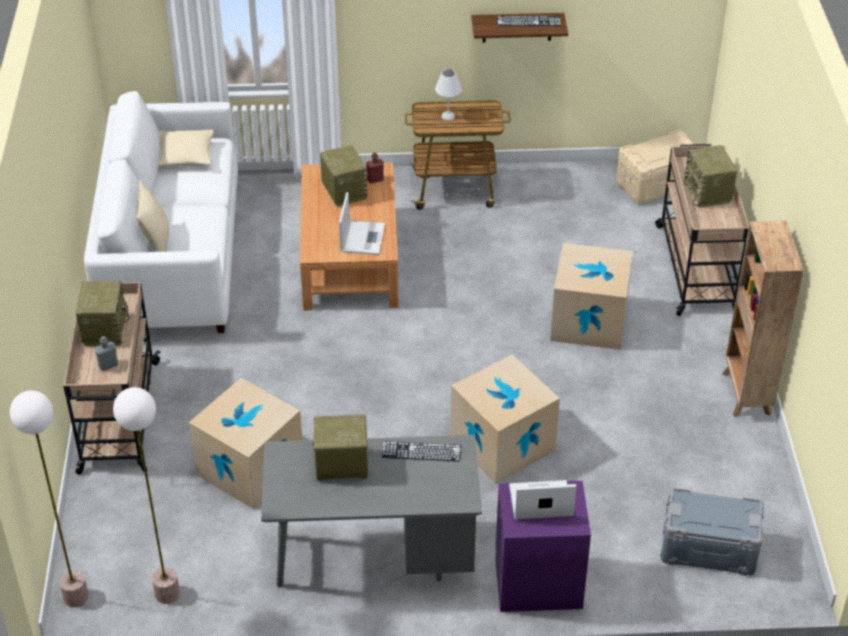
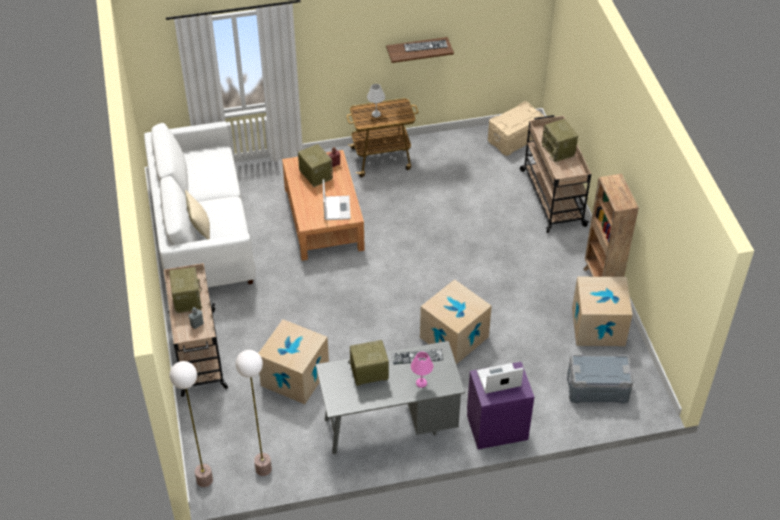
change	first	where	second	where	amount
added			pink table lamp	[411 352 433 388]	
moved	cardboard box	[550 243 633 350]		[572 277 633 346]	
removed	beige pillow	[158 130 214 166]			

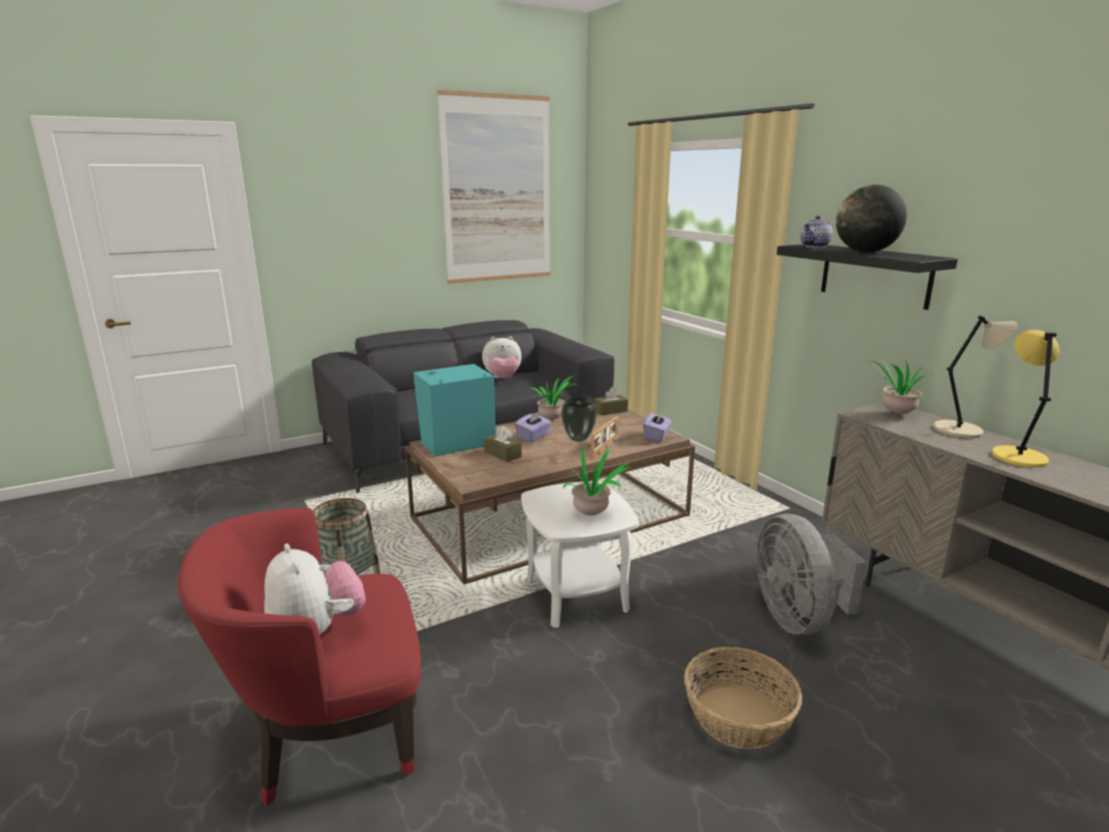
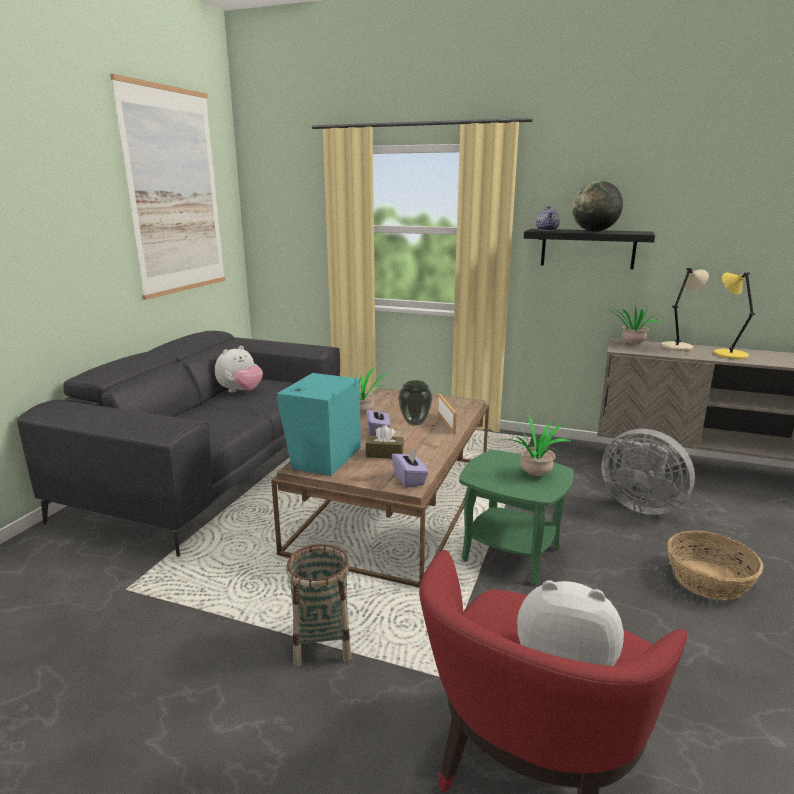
change	first	where	second	where	amount
moved	purple tissue box	[643 410 671 442]		[392 447 429 488]	
recoloured	white side table	[521 481 639 628]	green side table	[459 450 574 585]	
removed	brown tissue box	[594 387 628 415]			

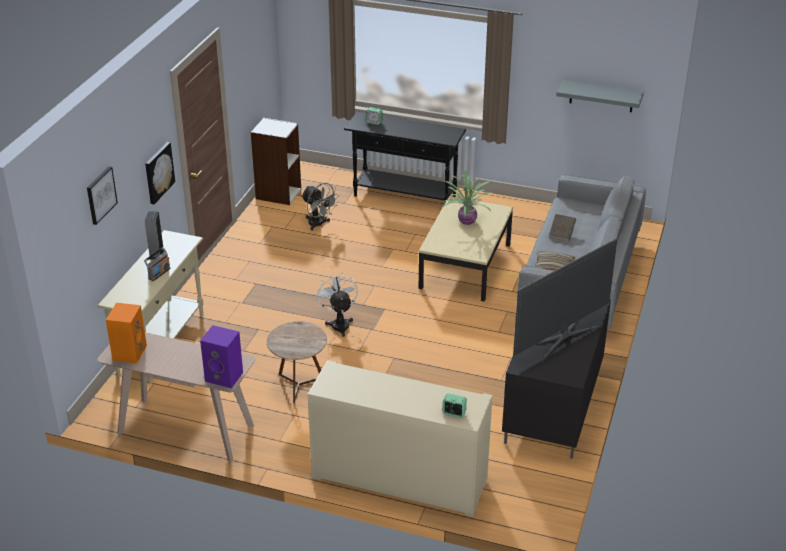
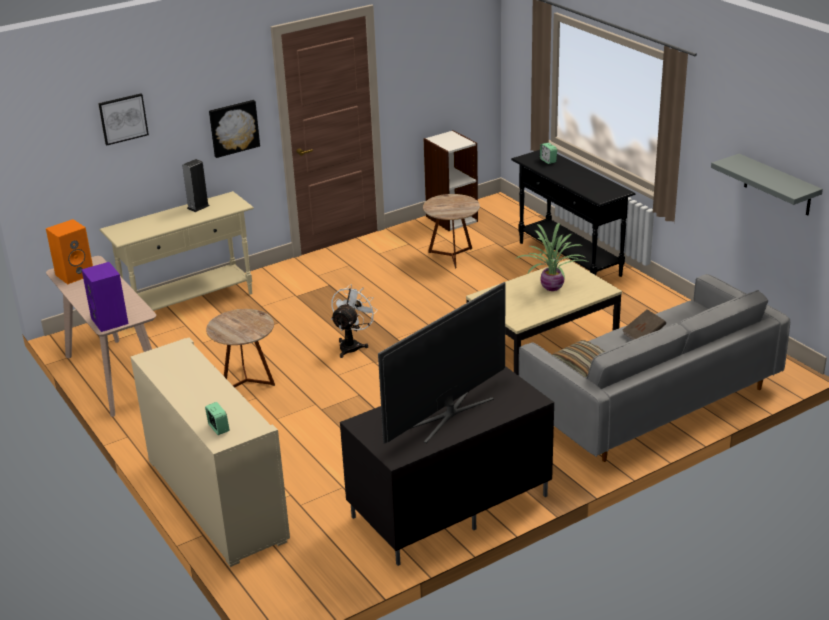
change	first	where	second	where	amount
turned	television	[513 238 618 358]		[378 282 505 444]	45 degrees counterclockwise
replaced	grey fan	[302 183 338 231]	brown side table	[423 194 480 268]	
removed	radio	[144 247 170 281]			

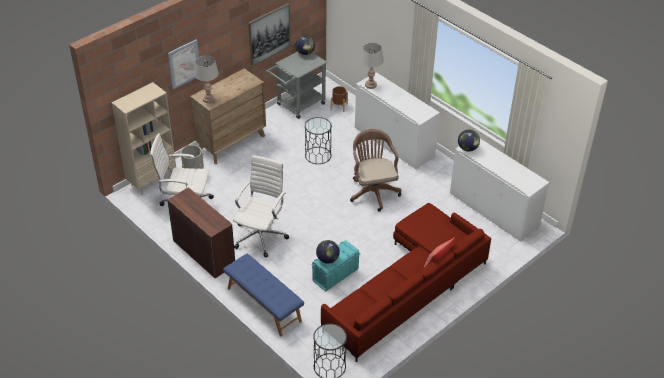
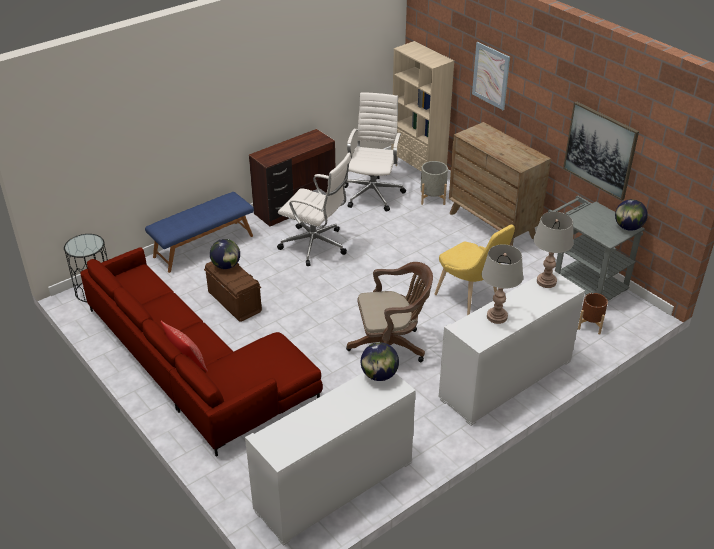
change	first	where	second	where	amount
recoloured	turquoise storage box	[311 240 360 291]	brown storage box	[204 261 262 322]	
replaced	black side table	[305 117 332 164]	yellow chair	[434 225 515 315]	
moved	grey table lamp	[194 55 219 103]		[482 244 523 324]	

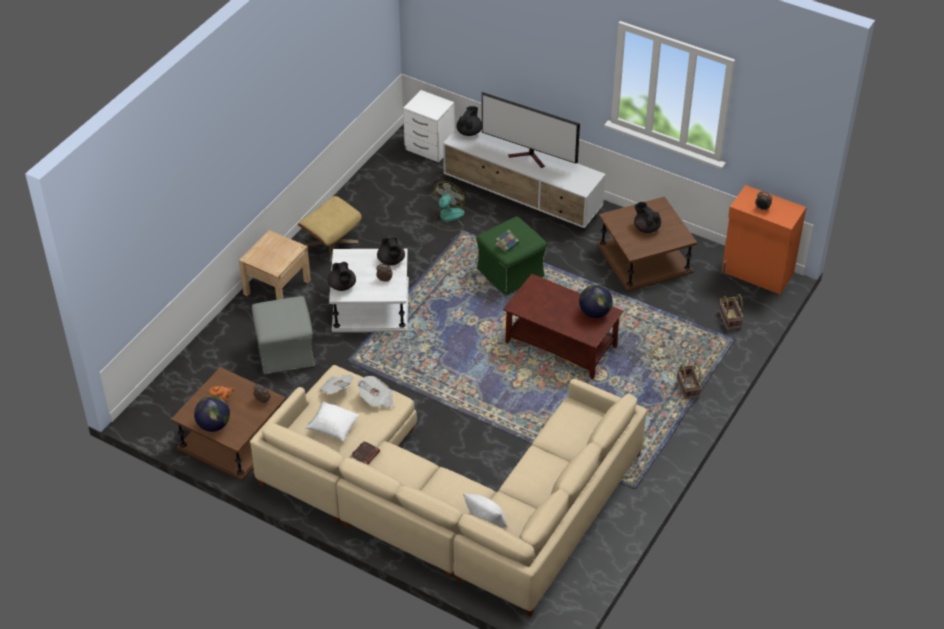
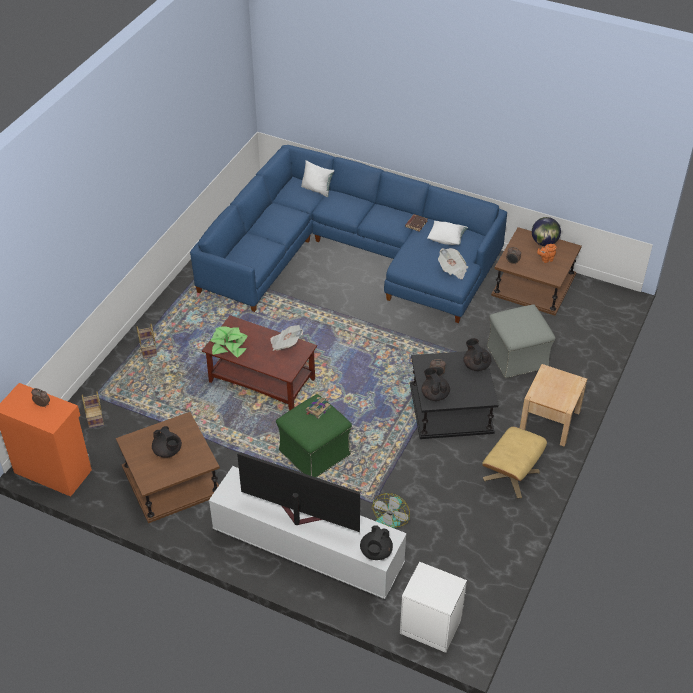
change	first	where	second	where	amount
recoloured	beige sofa	[250 365 647 617]	blue sofa	[190 145 507 323]	
replaced	globe	[579 285 613 318]	potted plant	[210 326 247 358]	
moved	newspaper	[357 376 394 408]		[270 325 303 351]	
recoloured	white side table	[329 249 409 332]	black side table	[410 351 498 439]	

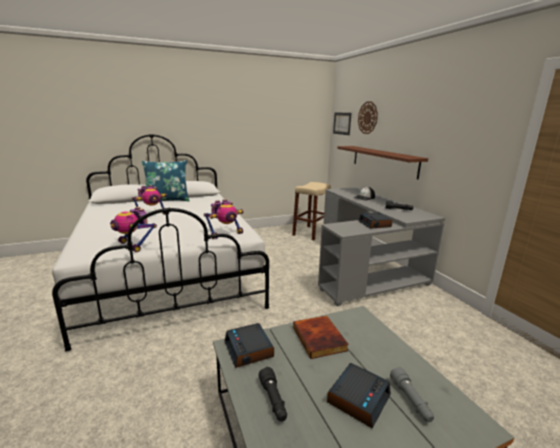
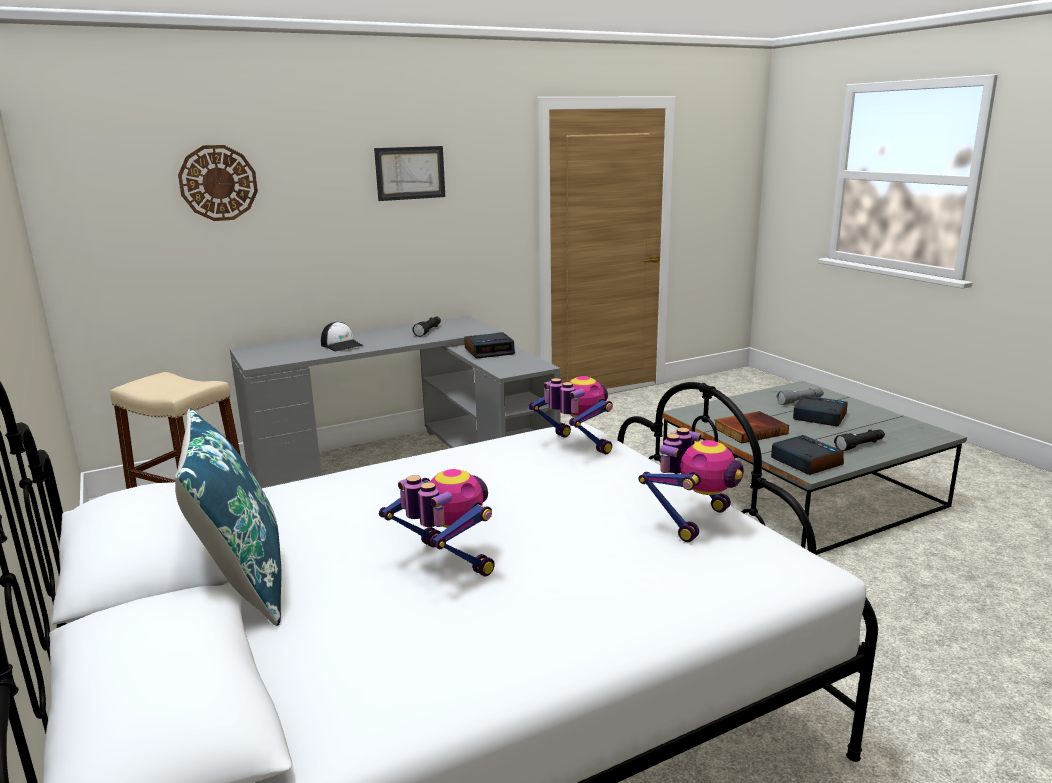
change	first	where	second	where	amount
moved	picture	[333 113 352 135]		[374 146 445 201]	
turned	alarm clock	[225 323 274 368]		[771 435 844 475]	90 degrees counterclockwise
removed	brown shelf	[337 146 428 180]			

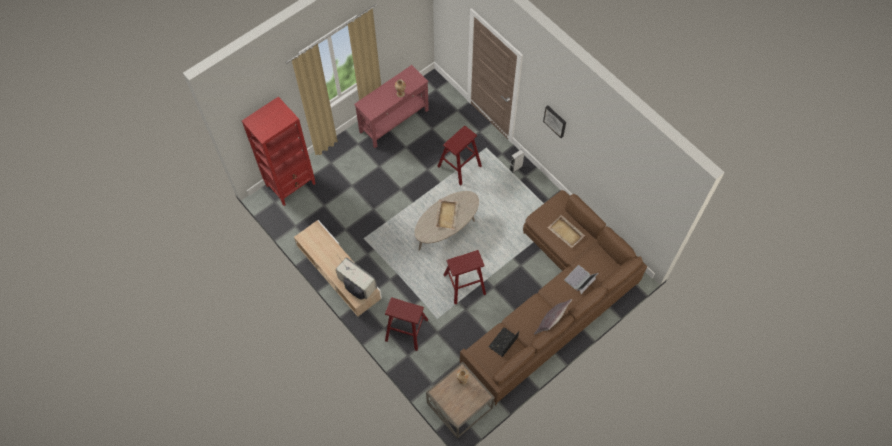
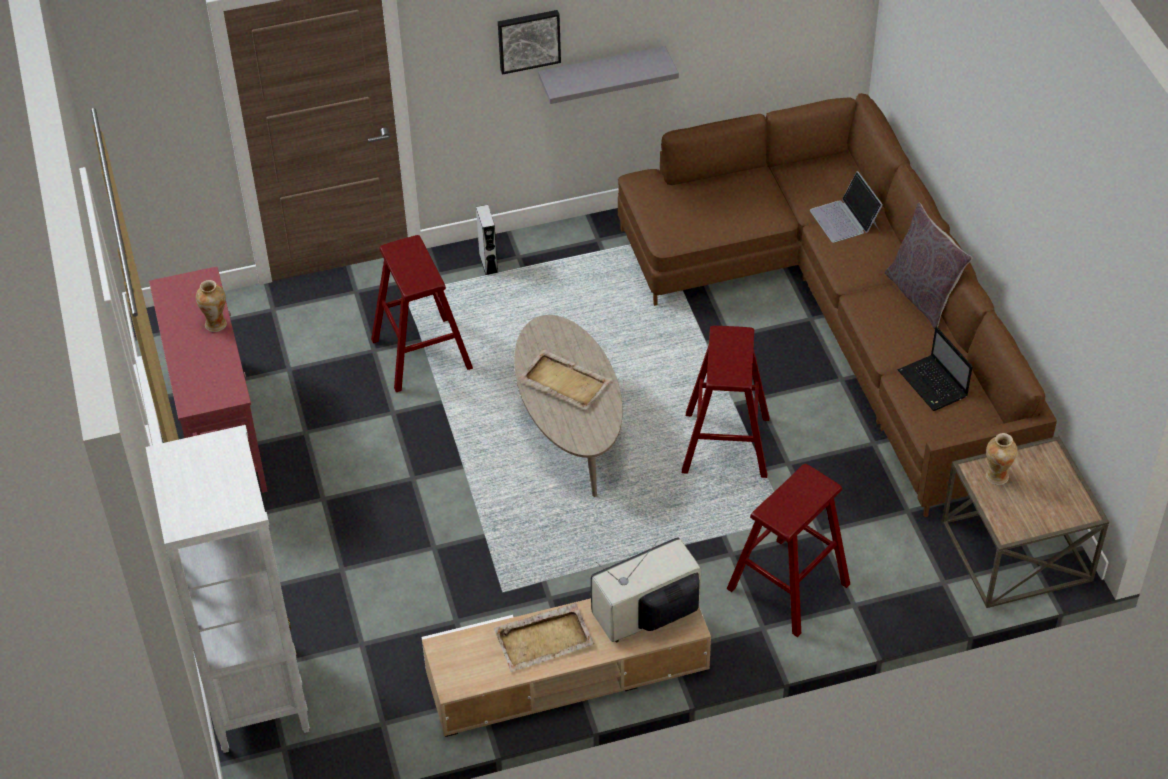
change	first	where	second	where	amount
recoloured	red bookcase	[242 97 315 206]	white bookcase	[146 425 310 753]	
moved	beige tray	[548 215 585 248]		[494 603 594 672]	
added			grey shelf	[538 46 679 104]	

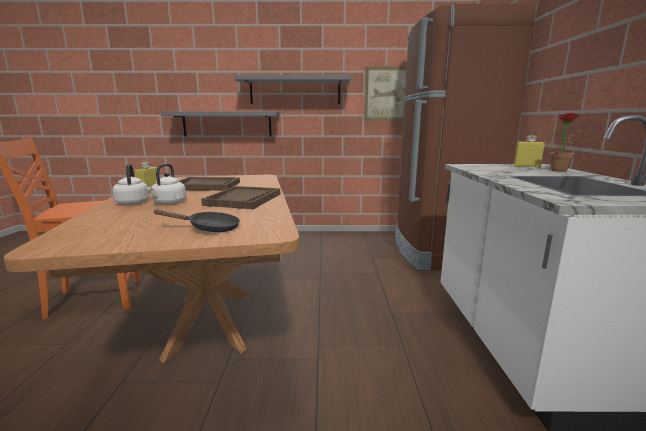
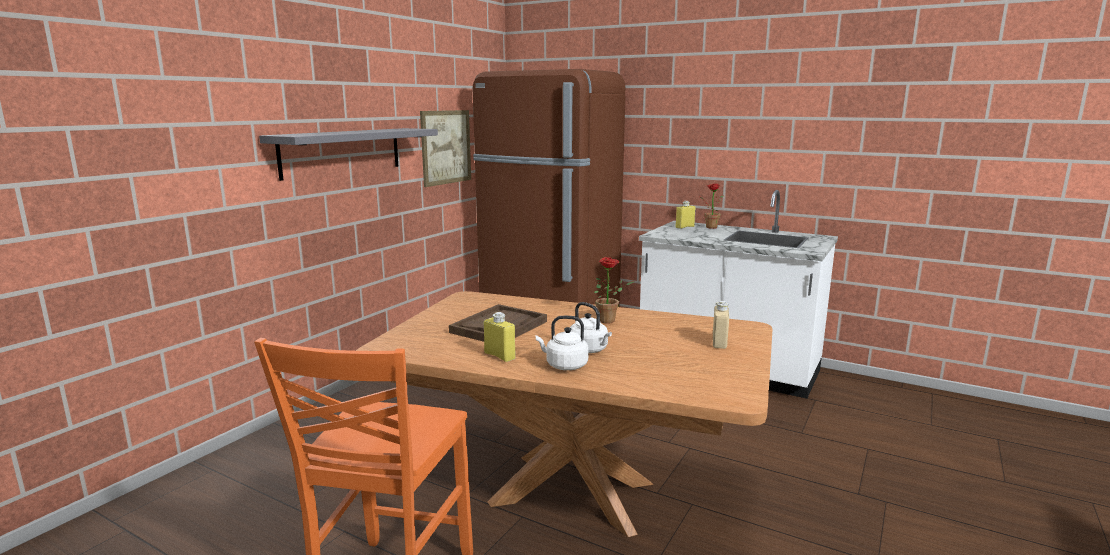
change	first	where	second	where	amount
replaced	brown tray	[201 186 280 209]	potted plant	[594 257 635 324]	
replaced	black frying pan	[153 210 240 232]	beige bottle	[713 301 729 349]	
removed	grey shelf	[161 112 280 137]			

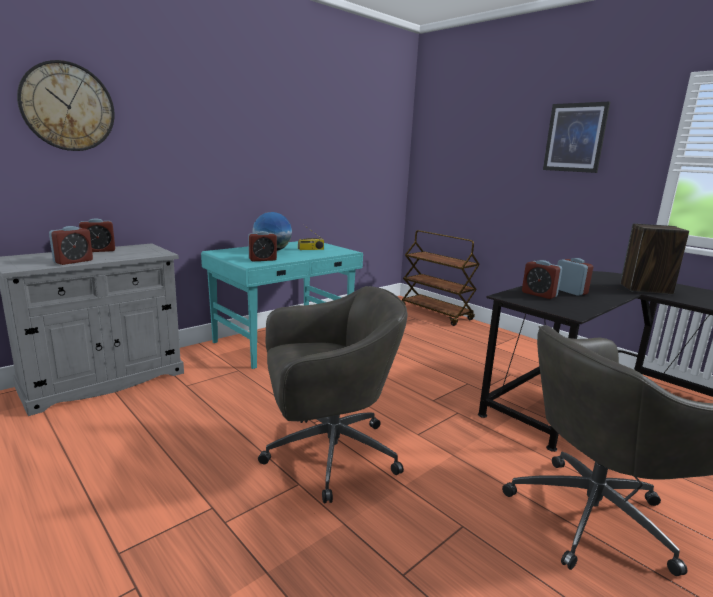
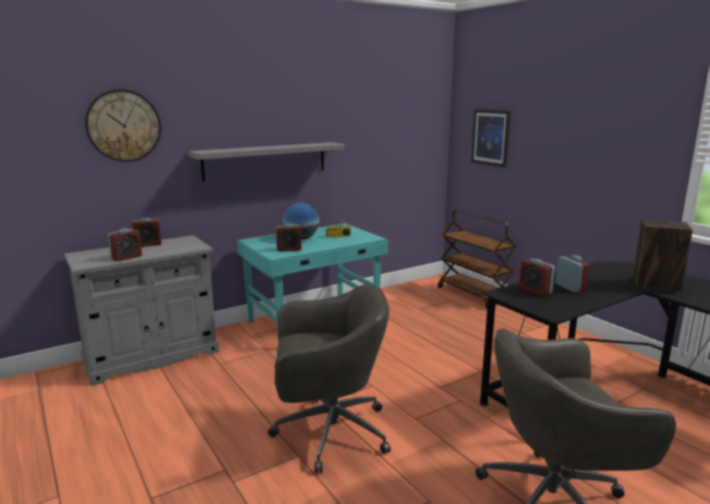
change	first	where	second	where	amount
added			grey shelf	[188 142 345 181]	
moved	picture	[543 102 610 173]		[471 109 511 168]	

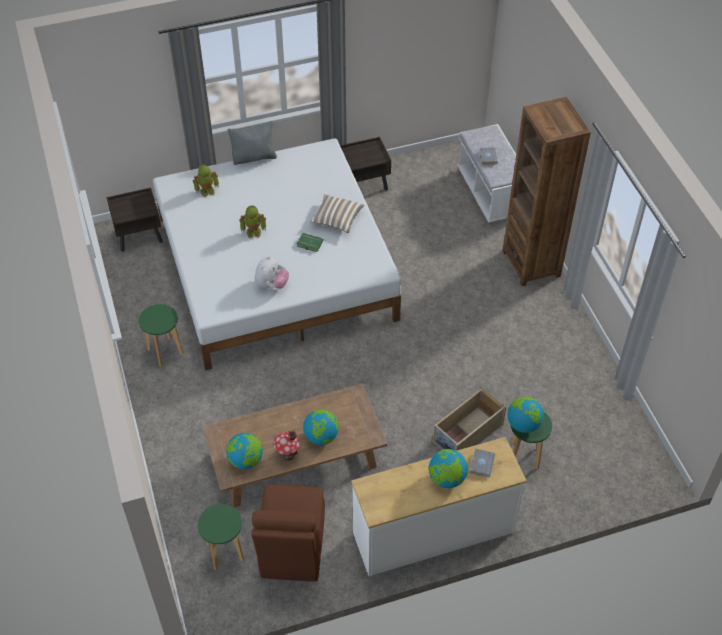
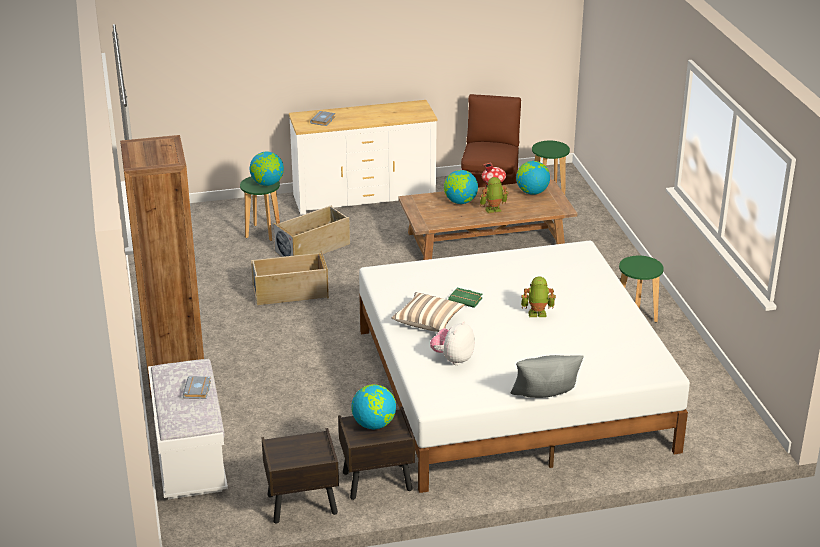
change	first	where	second	where	amount
added			beige storage box	[251 251 329 305]	
moved	brown nightstand	[107 188 163 252]		[261 428 339 524]	
moved	globe	[429 449 468 488]		[351 384 396 429]	
moved	plush toy	[255 256 289 289]		[430 321 475 365]	
moved	toy robot	[193 165 219 198]		[480 177 509 213]	

